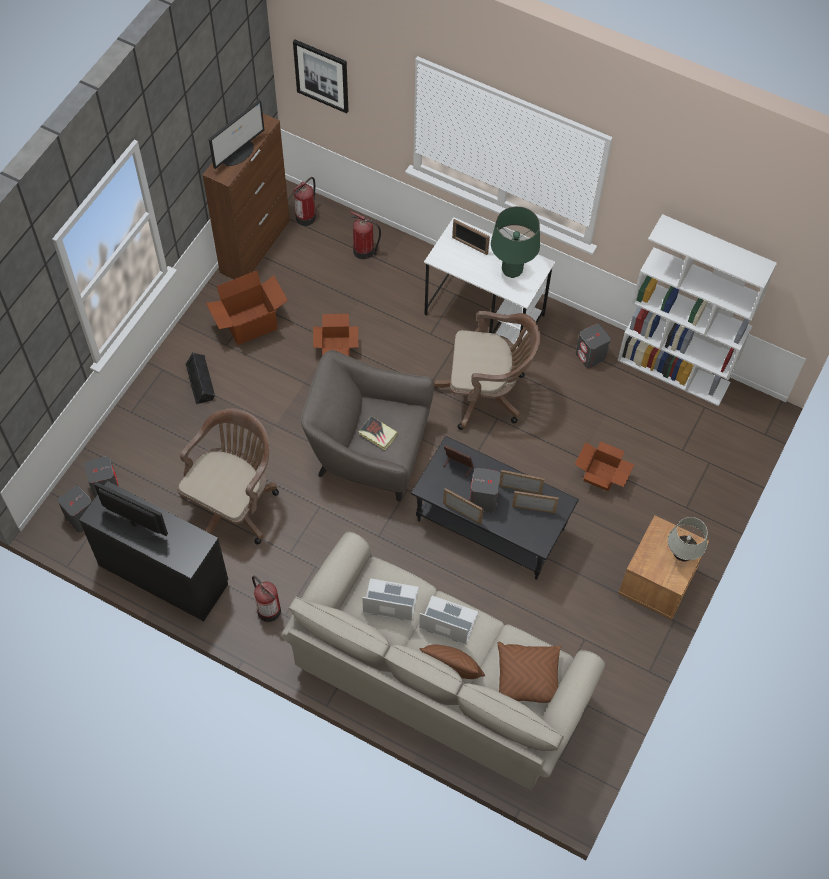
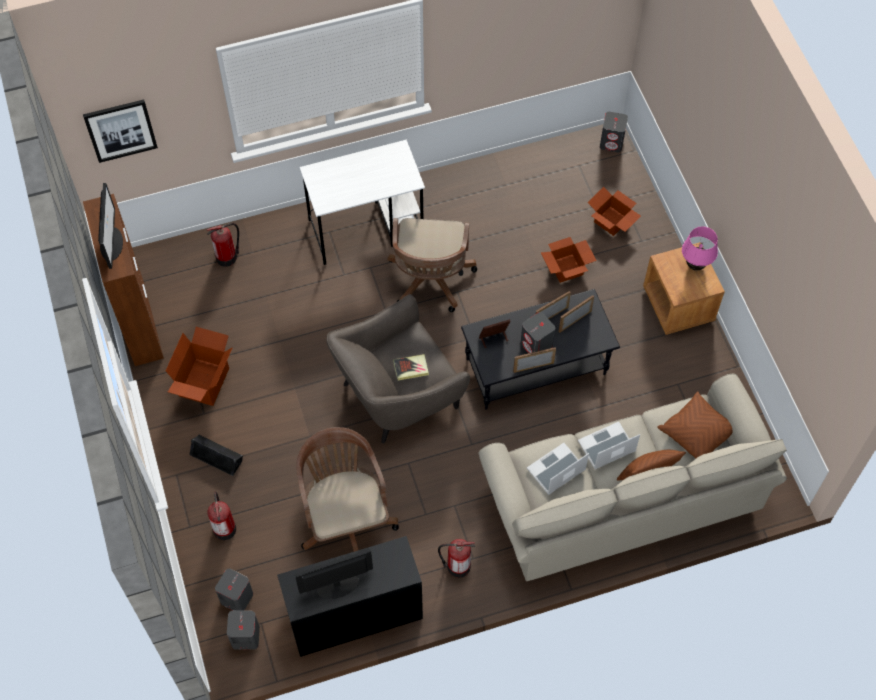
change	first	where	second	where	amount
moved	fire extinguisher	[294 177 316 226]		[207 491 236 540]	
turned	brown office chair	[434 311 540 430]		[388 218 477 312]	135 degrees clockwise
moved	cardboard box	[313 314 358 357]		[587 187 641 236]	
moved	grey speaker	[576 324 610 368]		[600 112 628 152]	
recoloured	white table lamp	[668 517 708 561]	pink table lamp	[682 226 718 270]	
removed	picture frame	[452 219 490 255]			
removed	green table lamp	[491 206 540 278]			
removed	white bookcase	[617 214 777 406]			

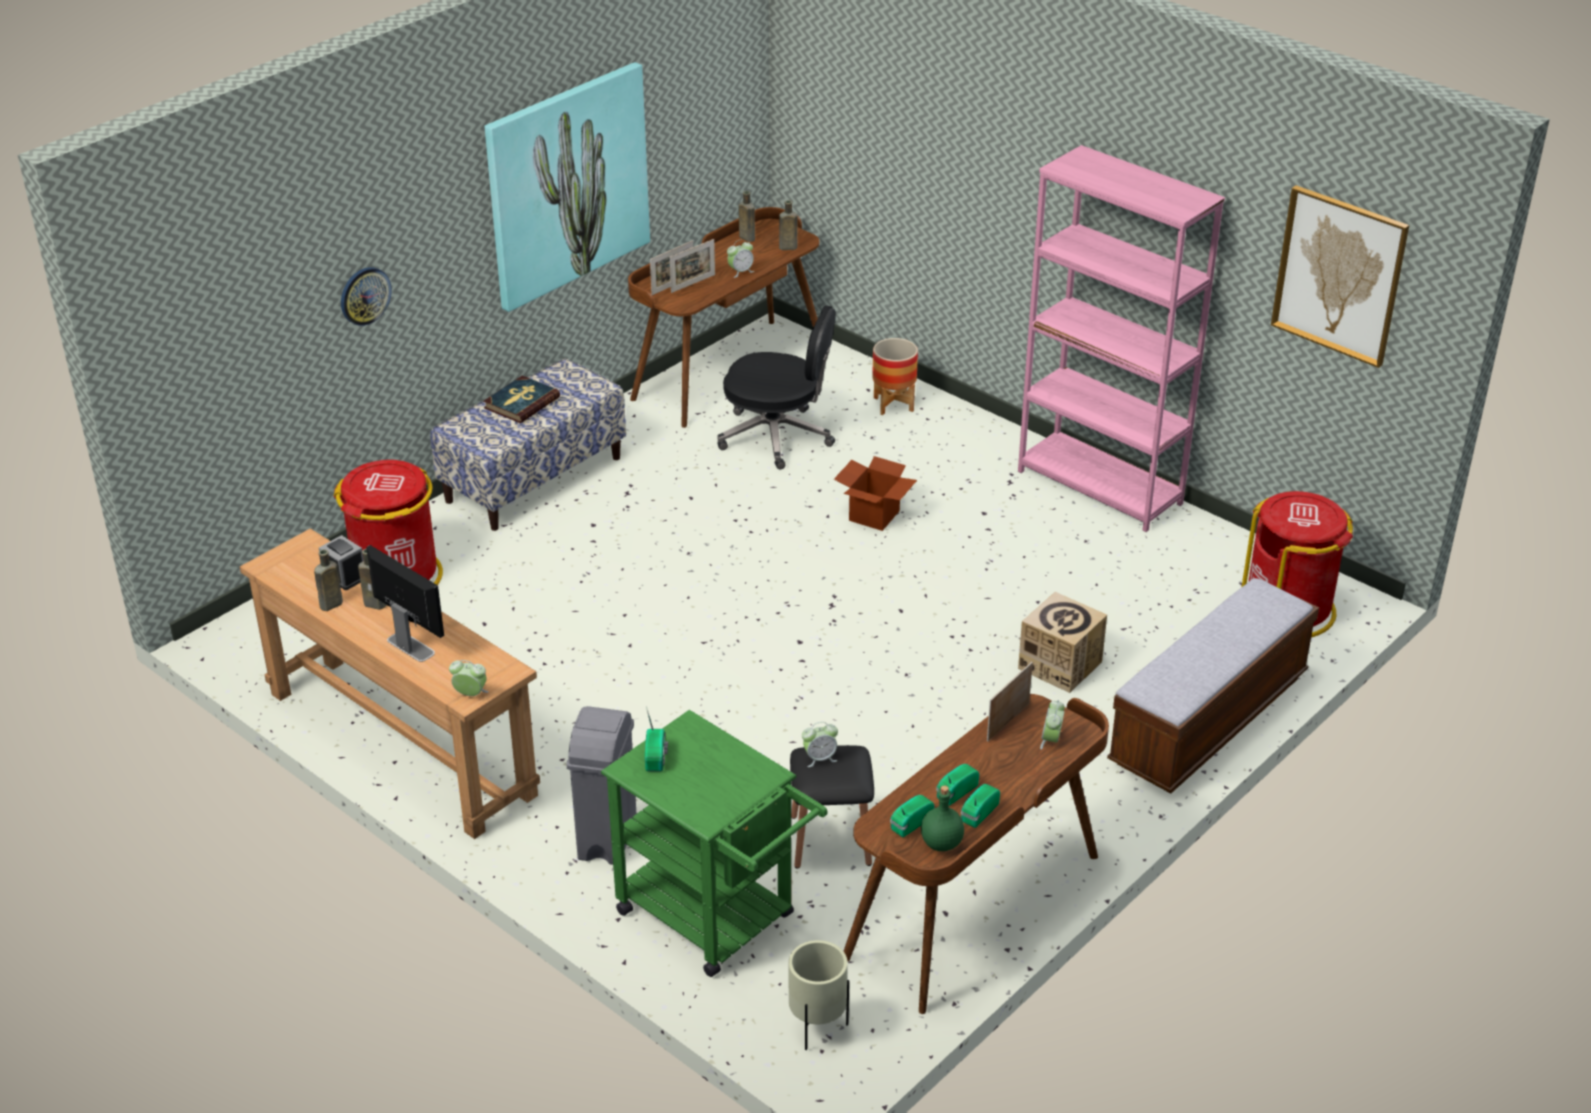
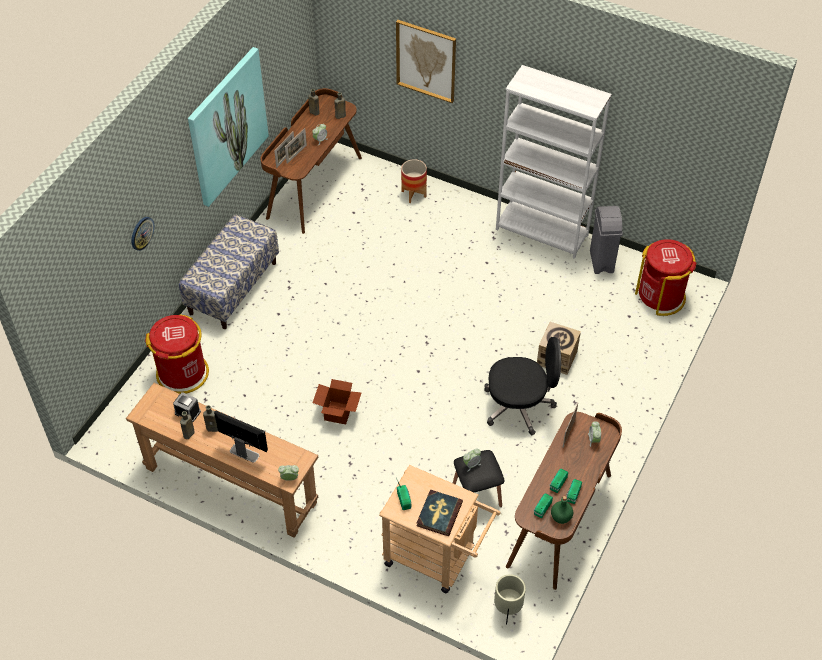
change	first	where	second	where	amount
moved	cardboard box	[834 456 917 531]		[312 379 361 424]	
recoloured	green cart	[601 710 828 977]	beige cart	[379 465 501 593]	
moved	picture	[1271 185 1409 368]		[396 20 456 103]	
moved	book	[483 376 560 423]		[417 489 463 536]	
moved	black office chair	[717 305 835 469]		[484 337 561 436]	
recoloured	pink bookcase	[1018 145 1225 532]	white bookcase	[496 65 612 259]	
moved	grey trash can	[566 706 637 865]		[590 206 623 274]	
removed	bench	[1107 578 1319 794]			

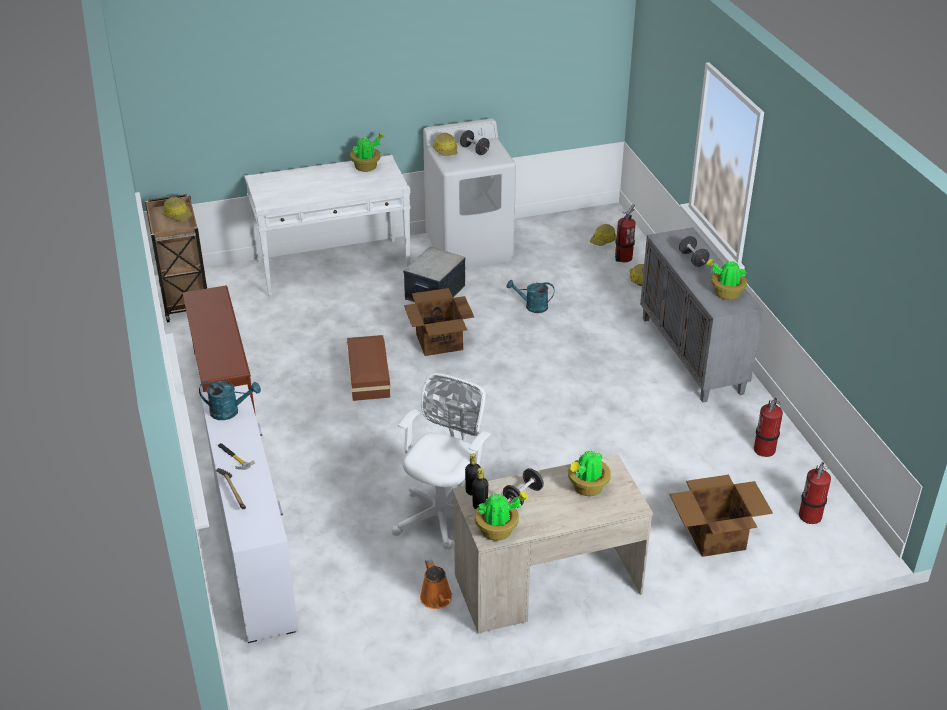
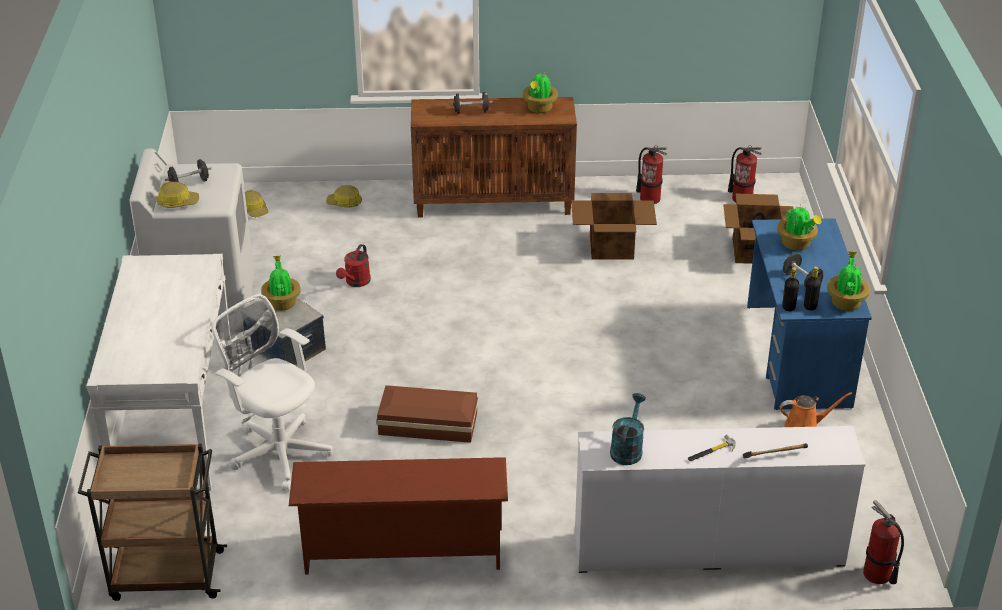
change	first	where	second	where	amount
moved	white office chair	[392 373 490 550]		[211 294 333 491]	
moved	potted plant	[350 133 385 172]		[261 255 301 311]	
recoloured	turquoise watering can	[507 280 555 313]	red watering can	[336 244 371 287]	
recoloured	grey cabinet	[640 228 763 403]	brown cabinet	[411 97 577 218]	
moved	cardboard box	[404 288 474 356]		[571 193 657 259]	
recoloured	beige desk	[452 454 653 633]	blue desk	[747 218 872 410]	
moved	fire extinguisher	[615 204 636 262]		[863 500 904 584]	
removed	hard hat	[163 197 192 221]			

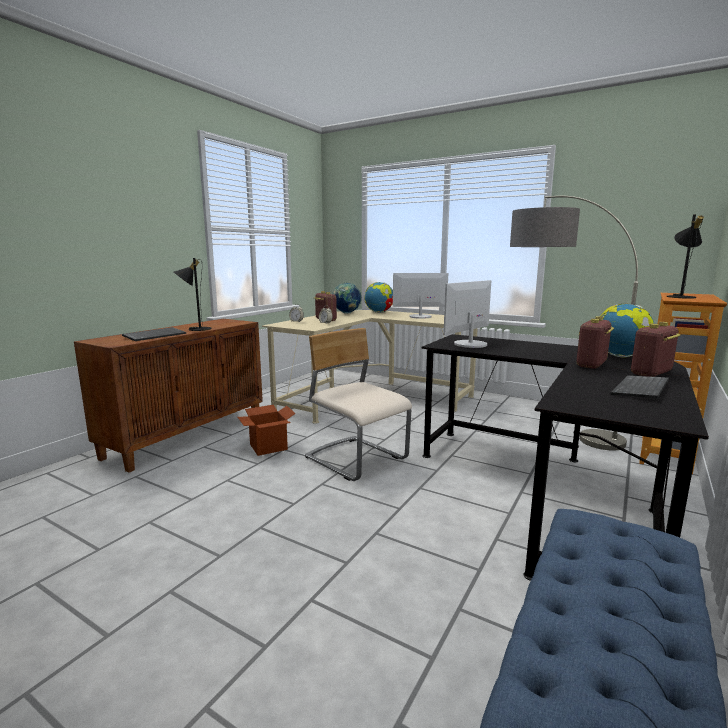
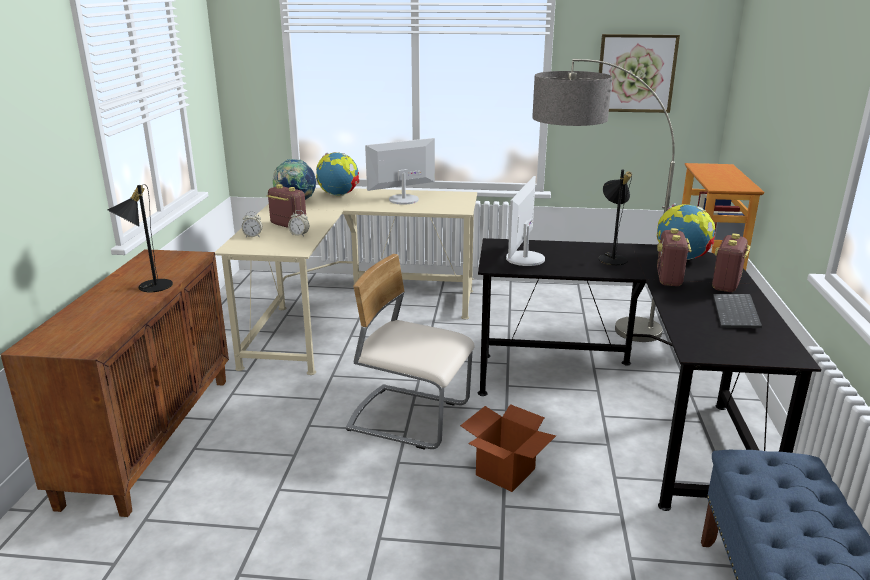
change	first	where	second	where	amount
moved	cardboard box	[238 405 296 456]		[460 404 556 492]	
added			picture	[599 34 680 113]	
moved	black table lamp	[666 214 704 299]		[599 170 632 265]	
removed	keyboard	[122 327 186 341]			

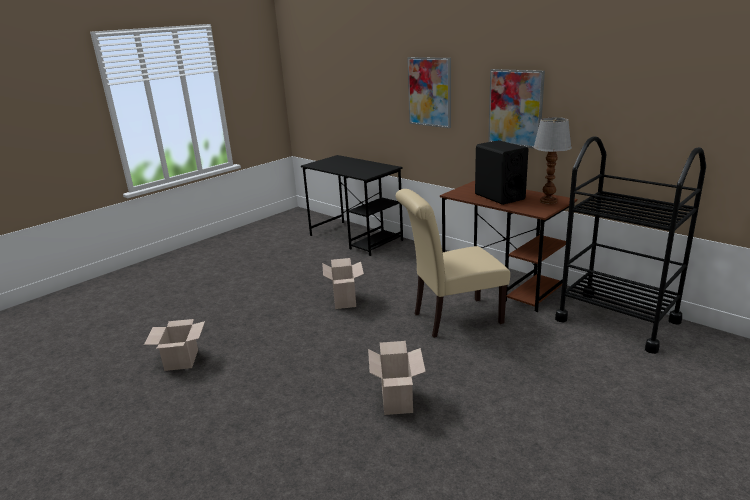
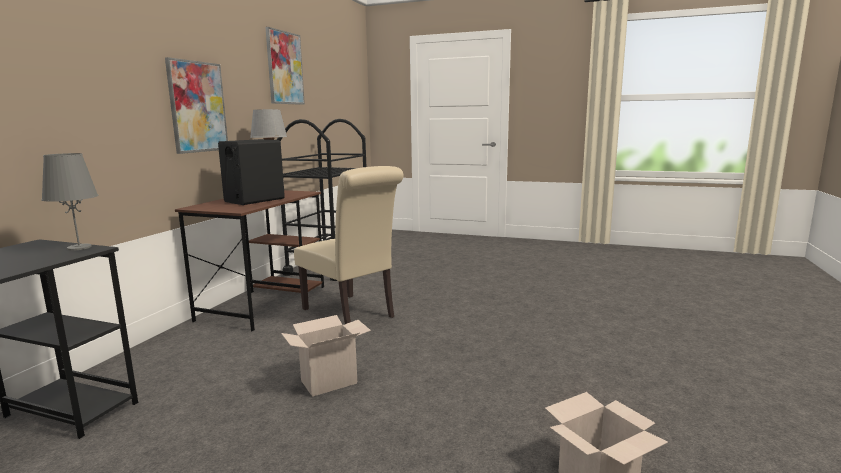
change	first	where	second	where	amount
added			grey table lamp	[41 153 98 251]	
moved	picture	[407 57 451 128]		[265 27 305 105]	
removed	cardboard box	[368 341 426 415]			

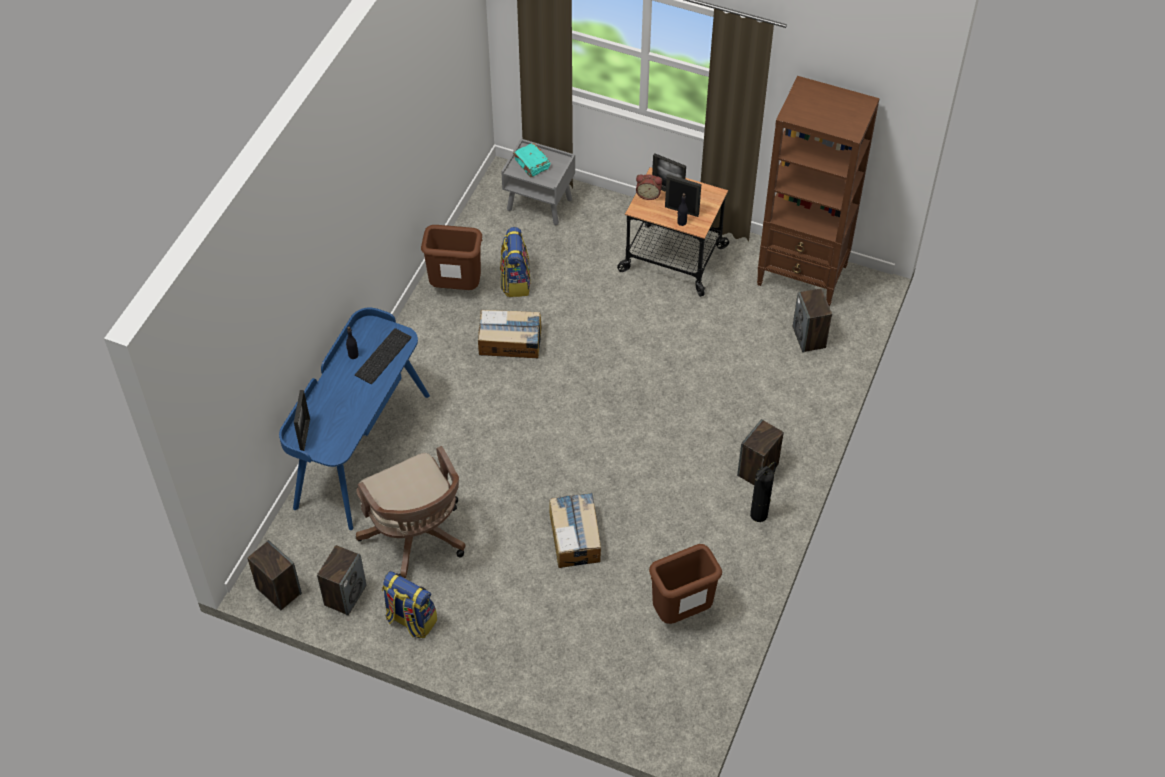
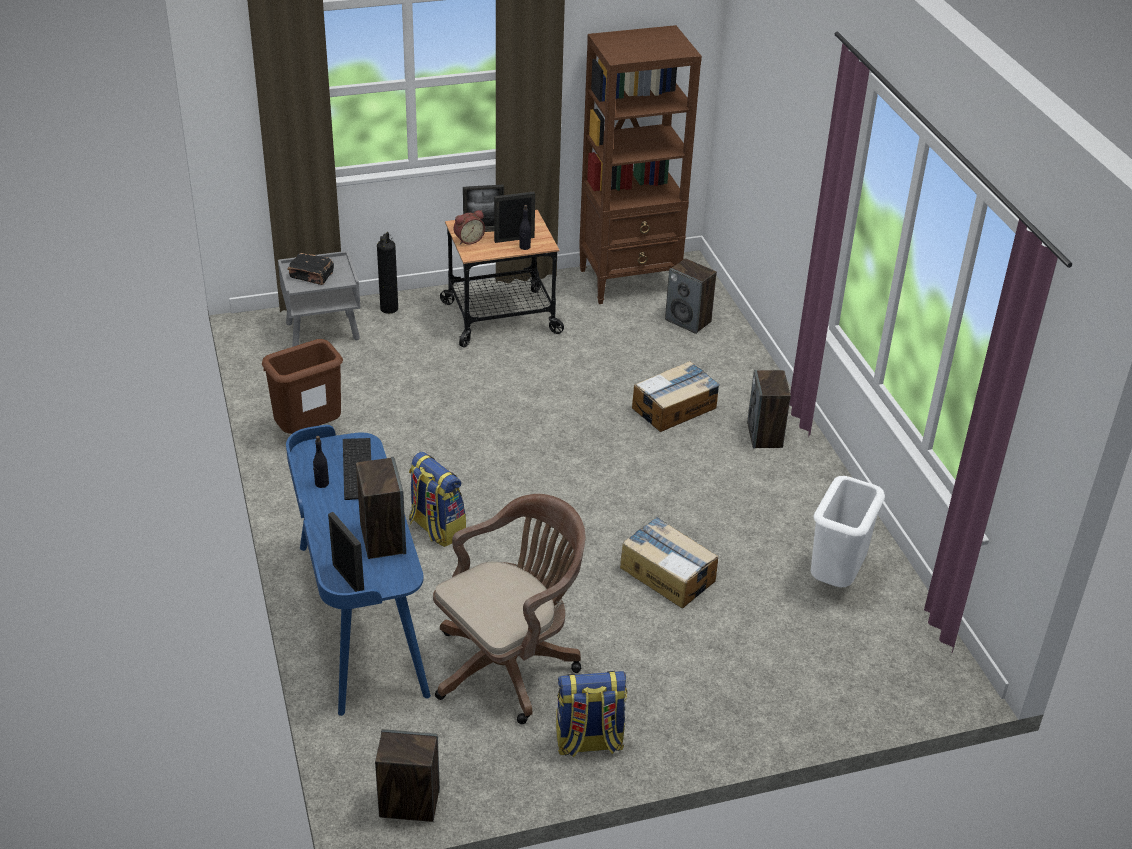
change	first	where	second	where	amount
recoloured	turquoise book	[513 143 550 177]	black book	[287 253 334 285]	
moved	speaker	[317 545 367 616]		[356 457 406 559]	
moved	fire extinguisher	[750 462 776 522]		[377 232 398 314]	
moved	backpack	[500 227 531 297]		[409 452 466 547]	
turned	brown office chair	[356 446 466 578]		[433 494 585 724]	60 degrees counterclockwise
moved	cardboard box	[478 310 541 358]		[632 361 720 432]	
recoloured	brown trash can	[649 544 722 624]	white trash can	[811 476 885 587]	

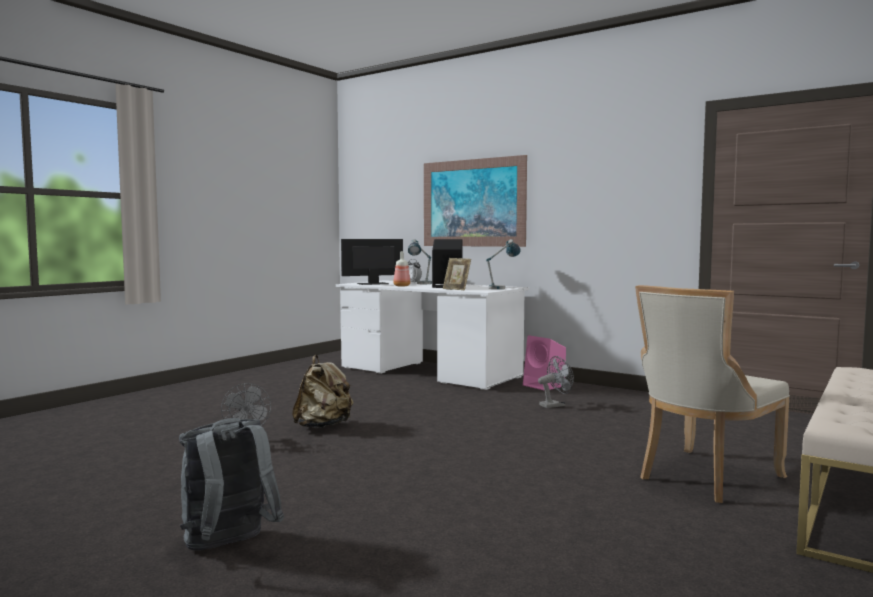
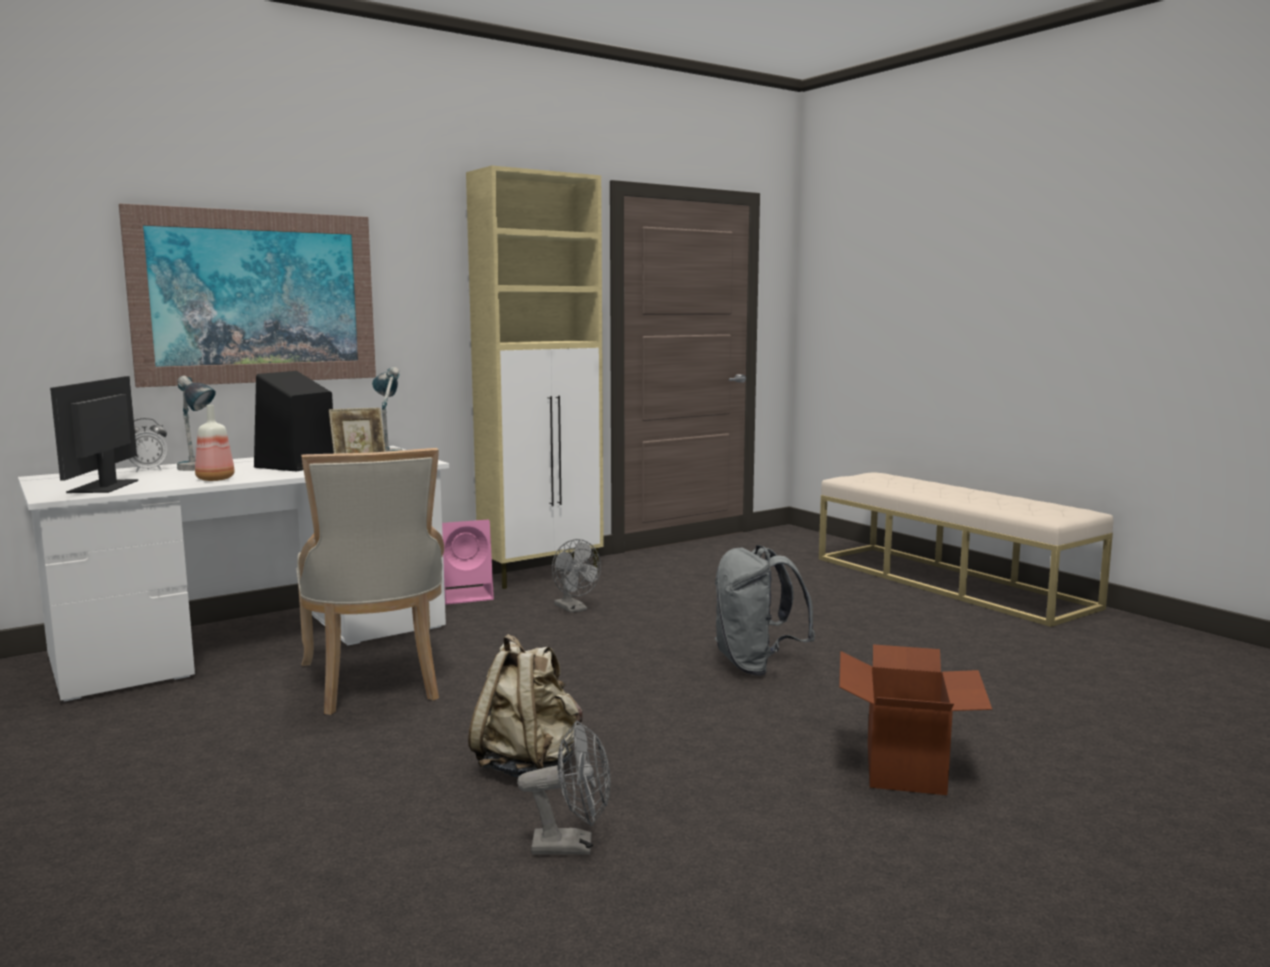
change	first	where	second	where	amount
moved	beige chair	[635 285 790 503]		[296 448 444 715]	
added			beige cabinet	[466 166 604 589]	
turned	grey fan	[538 356 574 408]		[552 539 601 613]	150 degrees clockwise
moved	grey backpack	[179 418 284 551]		[715 545 815 676]	
added			cardboard box	[839 644 992 795]	

